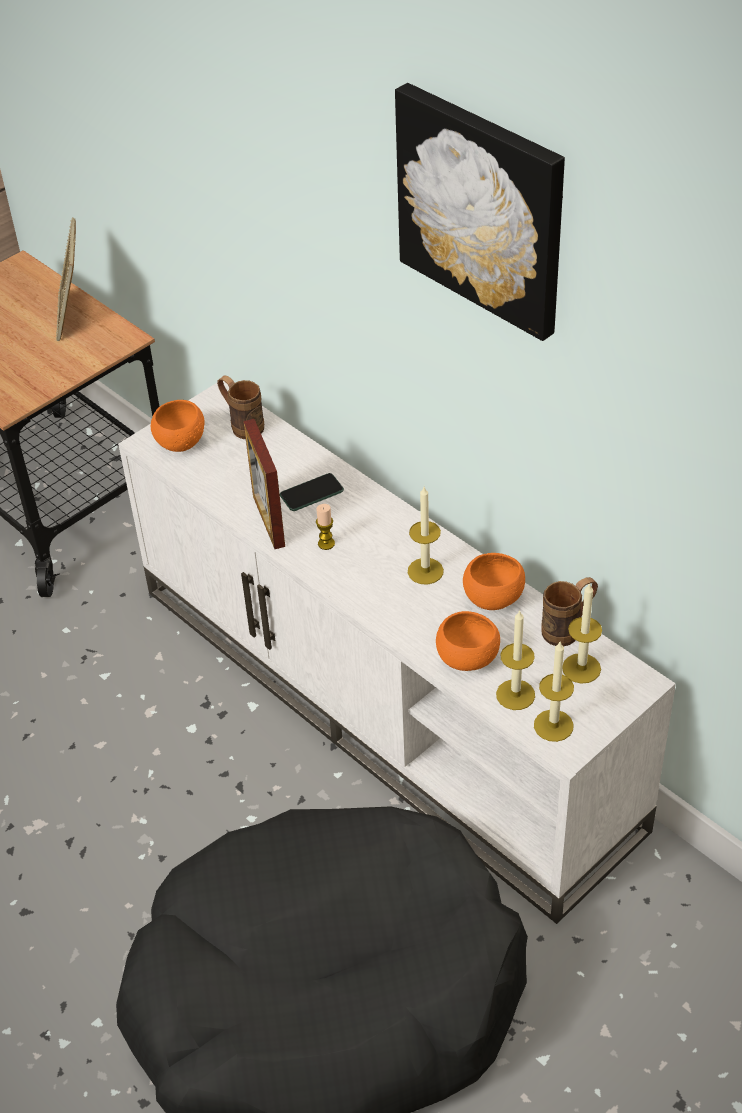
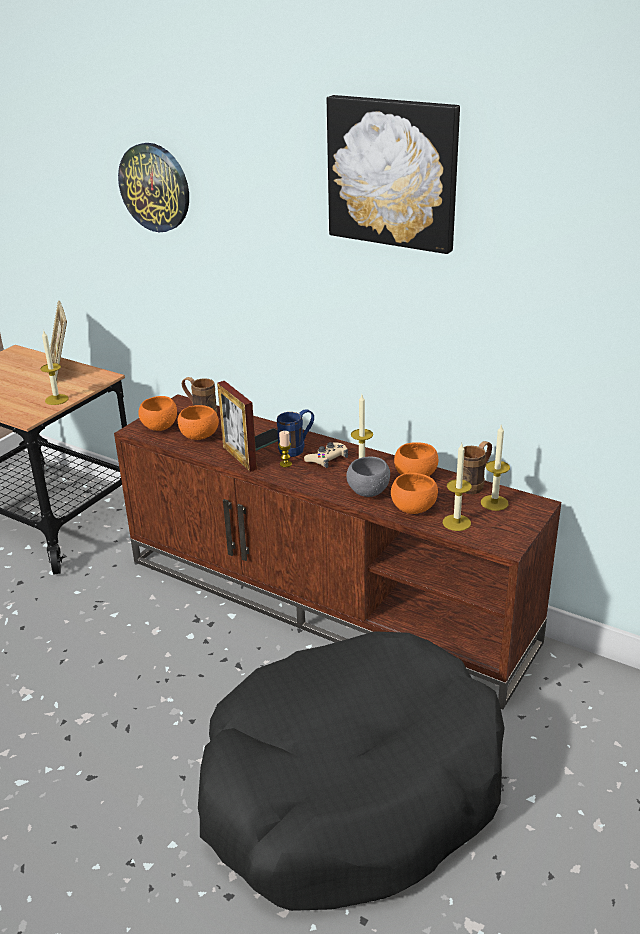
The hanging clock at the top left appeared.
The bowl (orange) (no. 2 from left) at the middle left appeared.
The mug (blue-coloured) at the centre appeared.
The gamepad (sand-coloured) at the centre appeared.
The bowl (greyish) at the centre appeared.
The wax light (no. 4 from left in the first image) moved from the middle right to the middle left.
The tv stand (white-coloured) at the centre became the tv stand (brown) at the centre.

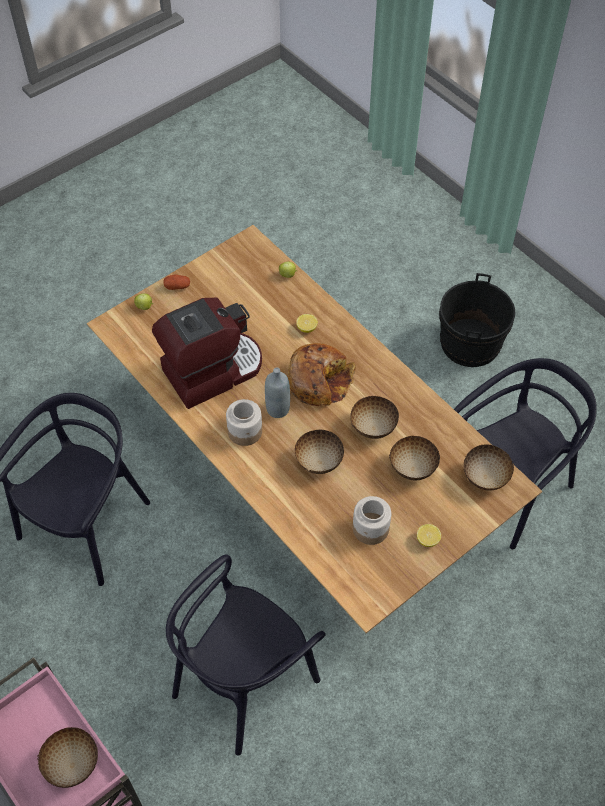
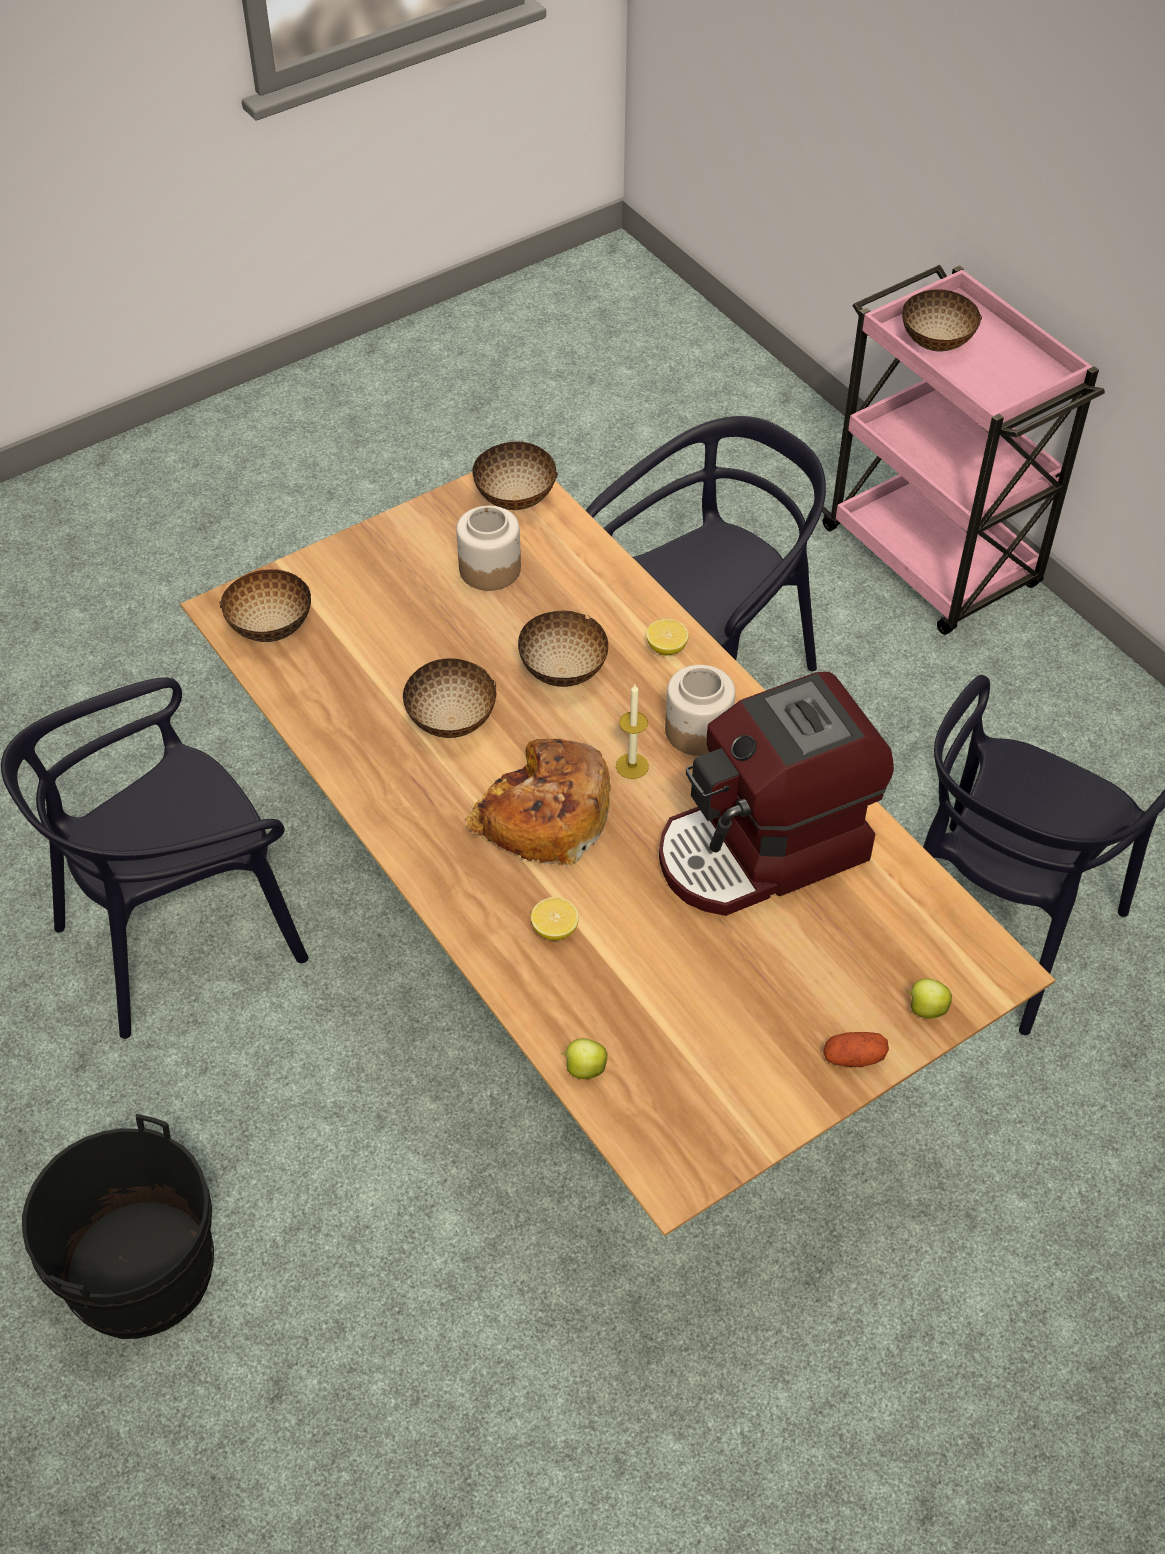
The bowl (no. 4 from left in the first image) moved from the middle right to the top centre.
The lemon (no. 2 from left) moved from the middle right to the centre.
The drink bottle (greyish) at the centre was replaced by the wax light at the centre.

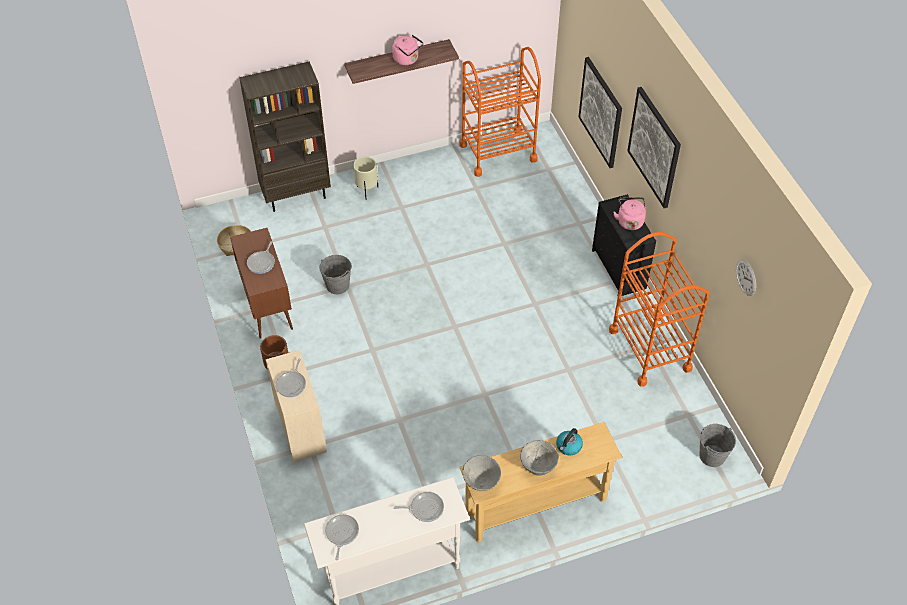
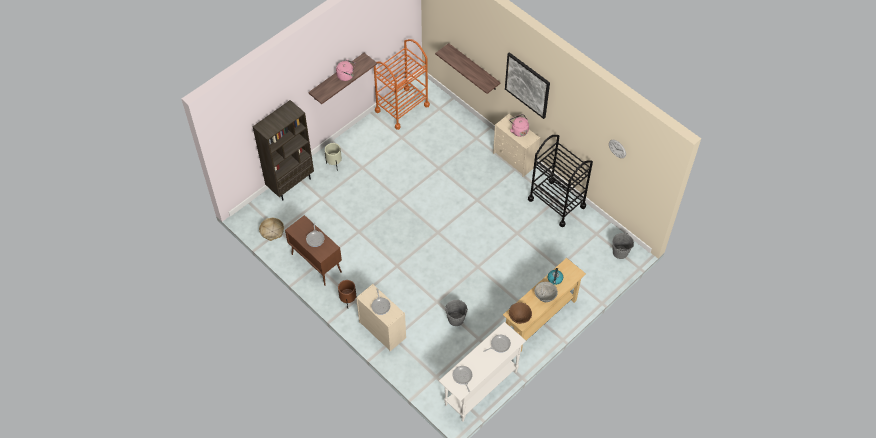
The bucket (greyish) (no. 1 from left) moved from the centre to the bottom centre.
The wall picture (no. 1 from left) at the top centre was replaced by the shelf (no. 2 from left) at the top centre.
The bowl (greyish) (no. 1 from left) at the bottom centre became the bowl (brown) at the bottom centre.
The drawer chest (black-coloured) at the middle right became the drawer chest (sand-coloured) (no. 2 from left) at the top centre.
The trolley (orange) (no. 2 from left) at the middle right became the trolley (black-coloured) at the centre.

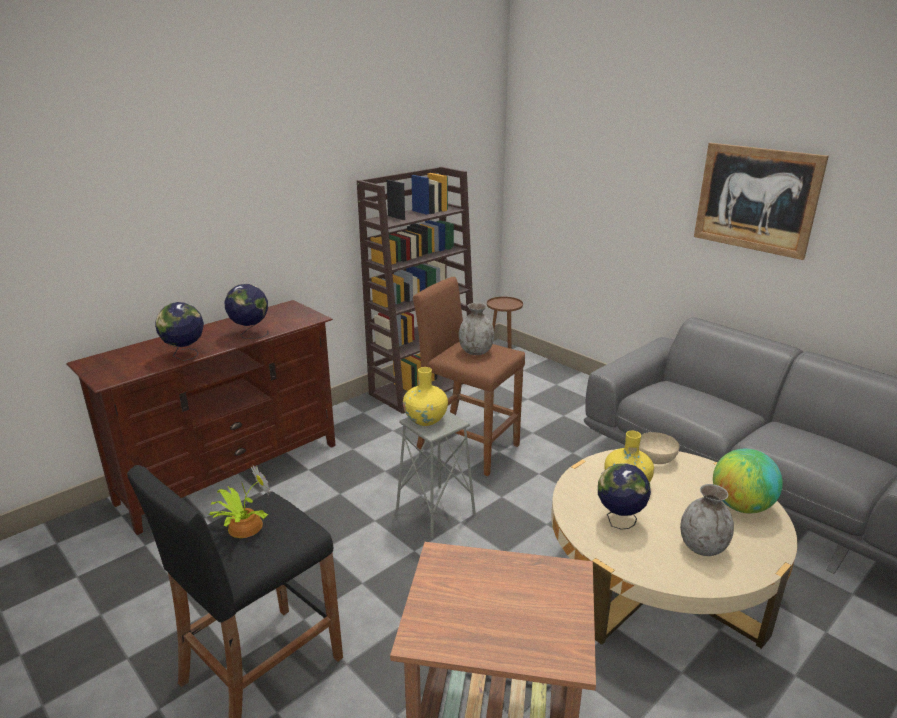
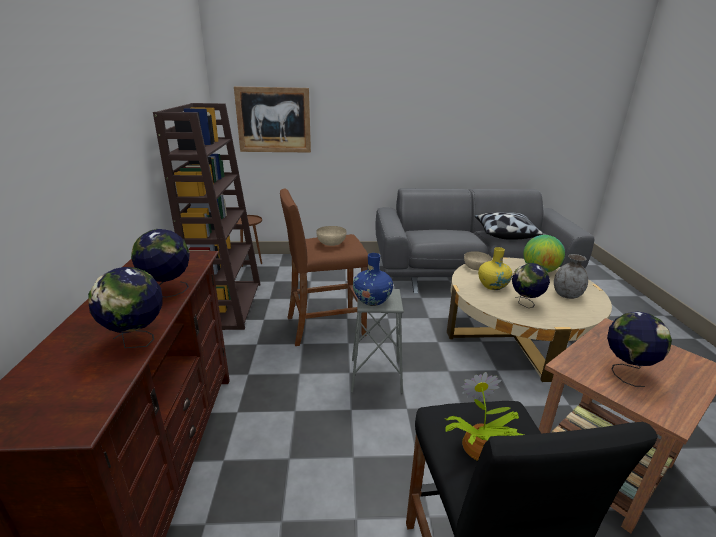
The pillow at the middle right appeared.
The desk globe (no. 5 from left) at the middle right appeared.
The wall picture moved from the top right to the top centre.
The flower vase (greyish) (no. 1 from left) at the centre was replaced by the bowl (sand-coloured) (no. 1 from left) at the centre.
The flower vase (yellowish) (no. 1 from left) at the centre became the flower vase (blue-coloured) at the centre.

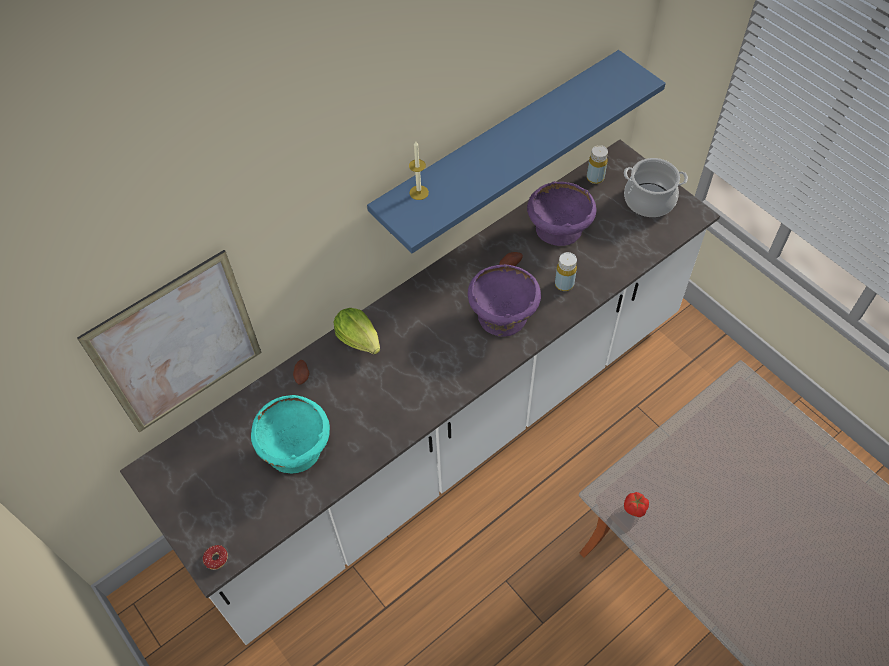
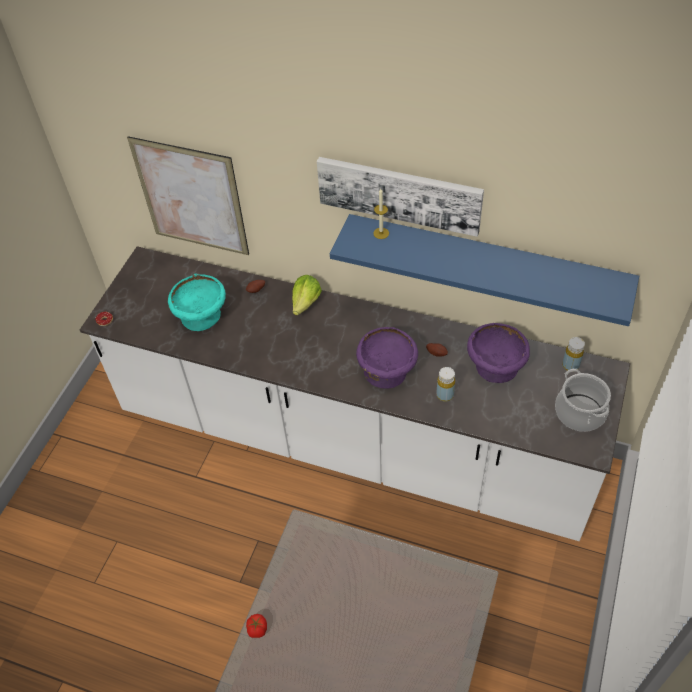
The wall picture (no. 2 from left) at the top centre appeared.
The tomato moved from the bottom right to the bottom centre.

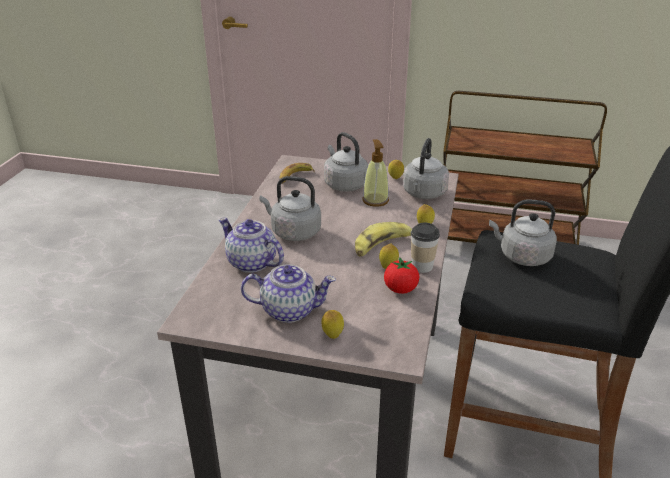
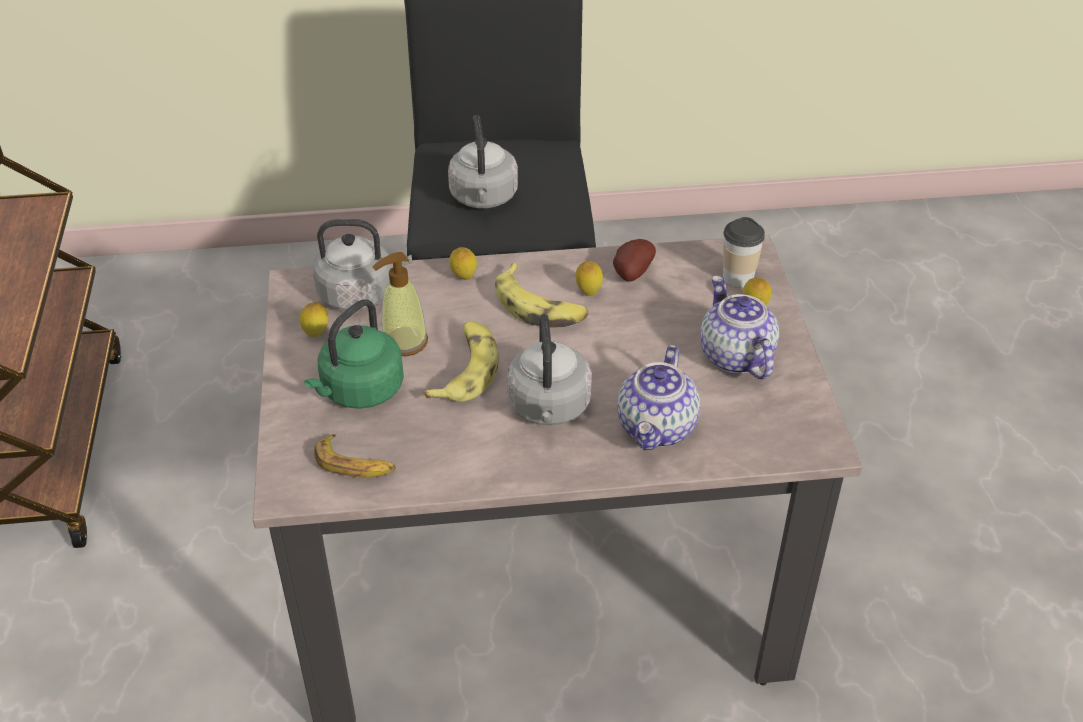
The banana fruit (no. 2 from left) at the centre appeared.
The drinking cup moved from the centre to the middle right.
The tomato at the centre was replaced by the whole potato at the centre.
The water kettle (greyish) (no. 2 from left) at the centre became the water kettle (greenish) at the middle left.

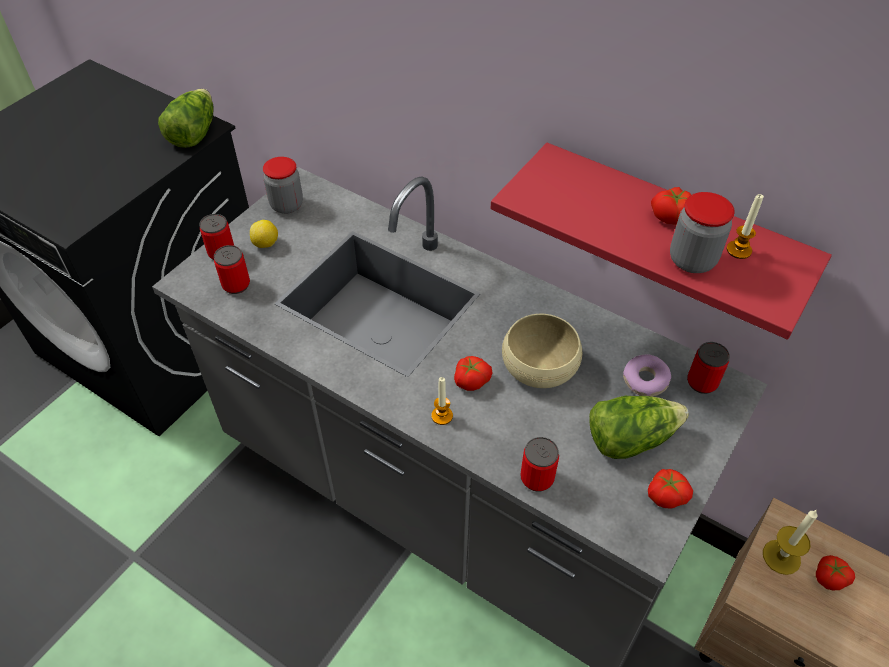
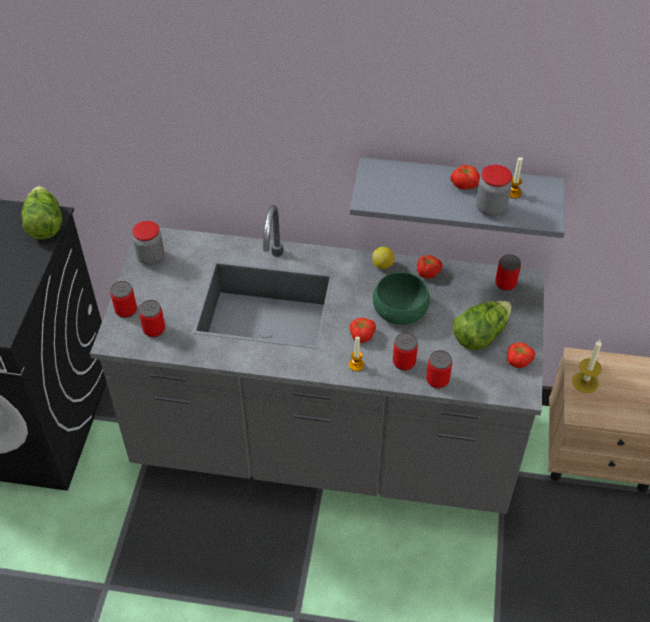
The ring doughnut at the middle right disappeared.
The metal can (no. 3 from left) at the centre appeared.
The lemon moved from the middle left to the centre.
The tomato (no. 4 from left in the first image) moved from the bottom right to the centre.
The shelf (reddish) at the middle right became the shelf (greyish) at the top right.
The bowl (sand-coloured) at the centre became the bowl (greenish) at the centre.

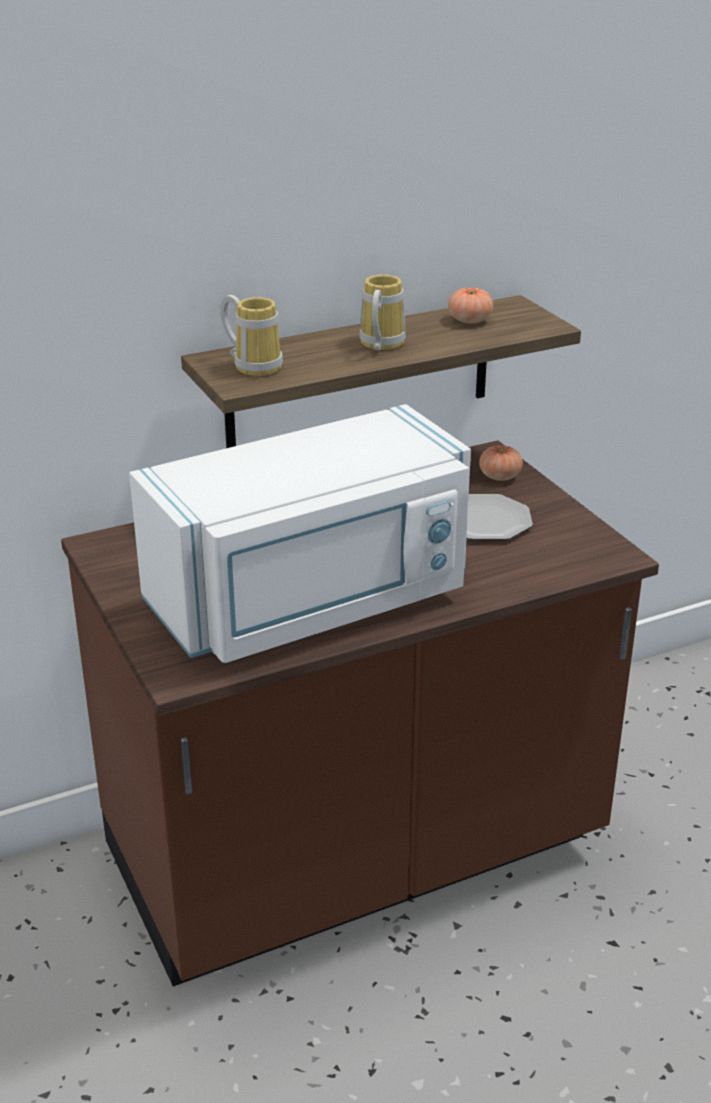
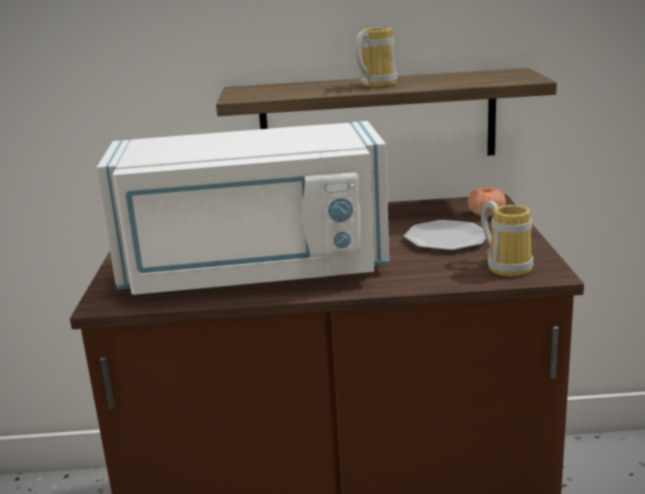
The tomato (no. 1 from left) at the top centre disappeared.
The mug (no. 1 from left in the first image) moved from the top centre to the middle right.

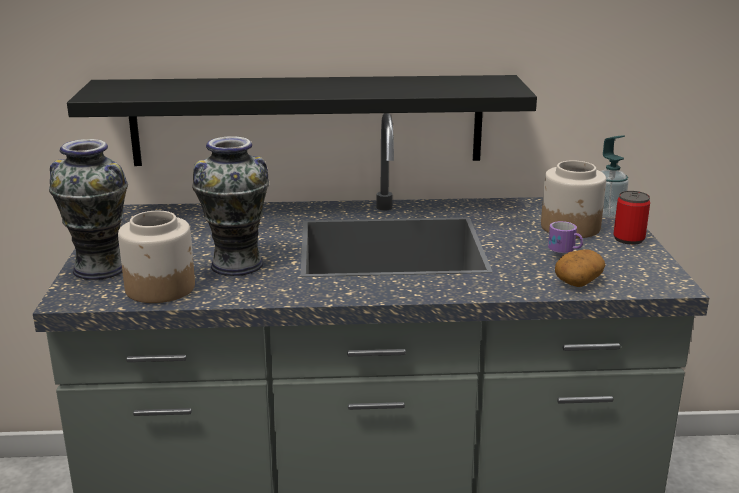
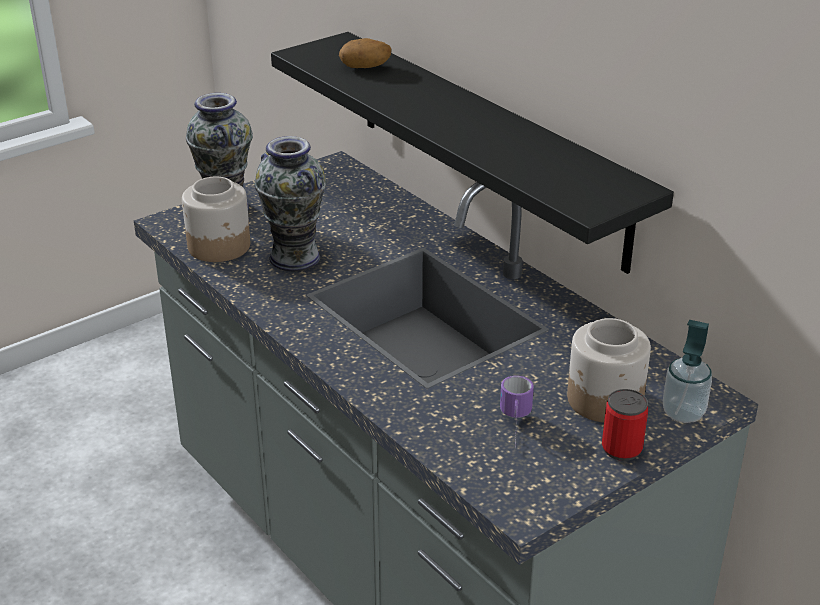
The whole potato moved from the middle right to the top centre.

